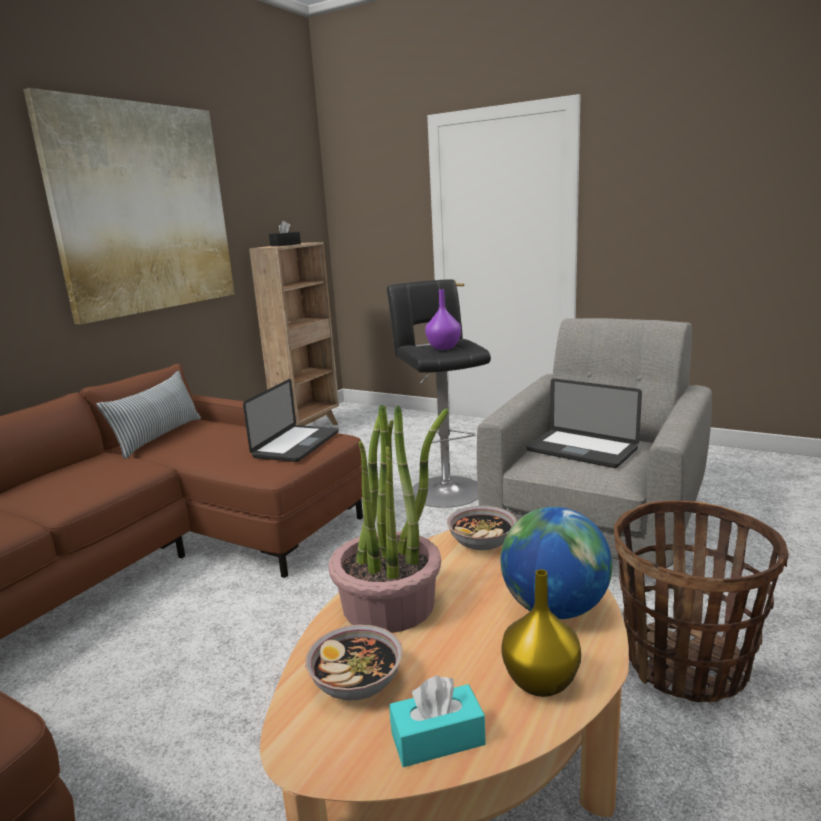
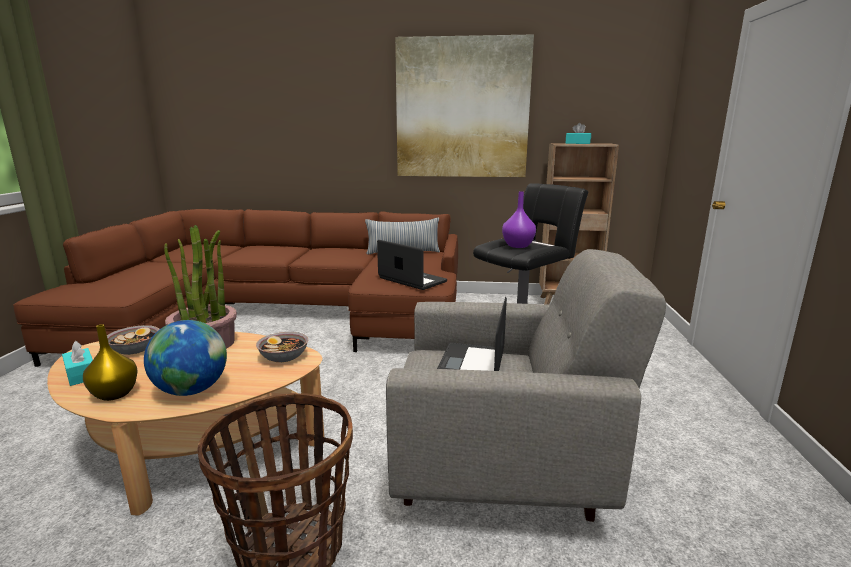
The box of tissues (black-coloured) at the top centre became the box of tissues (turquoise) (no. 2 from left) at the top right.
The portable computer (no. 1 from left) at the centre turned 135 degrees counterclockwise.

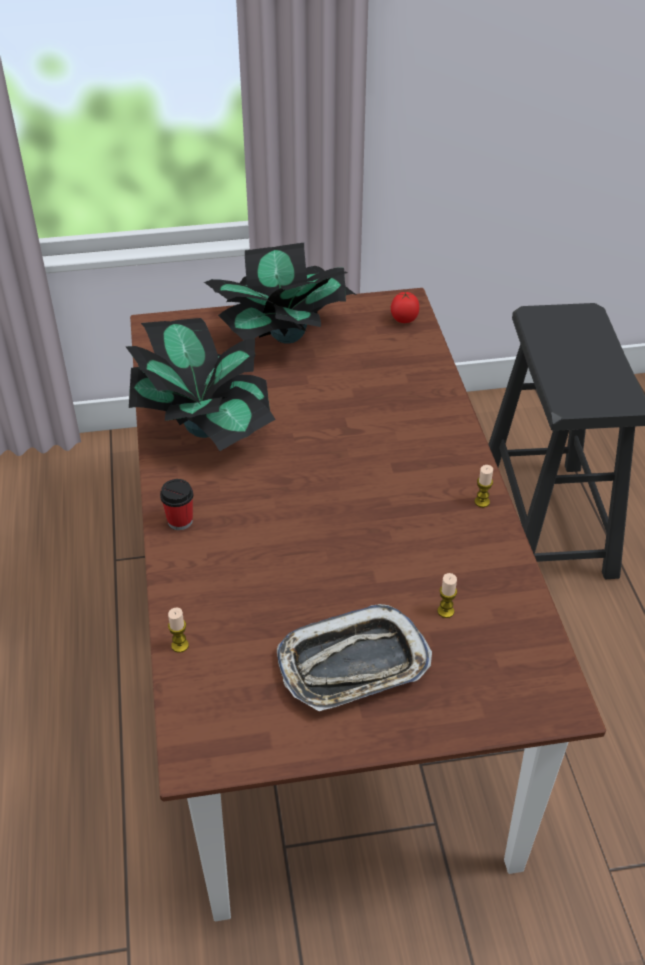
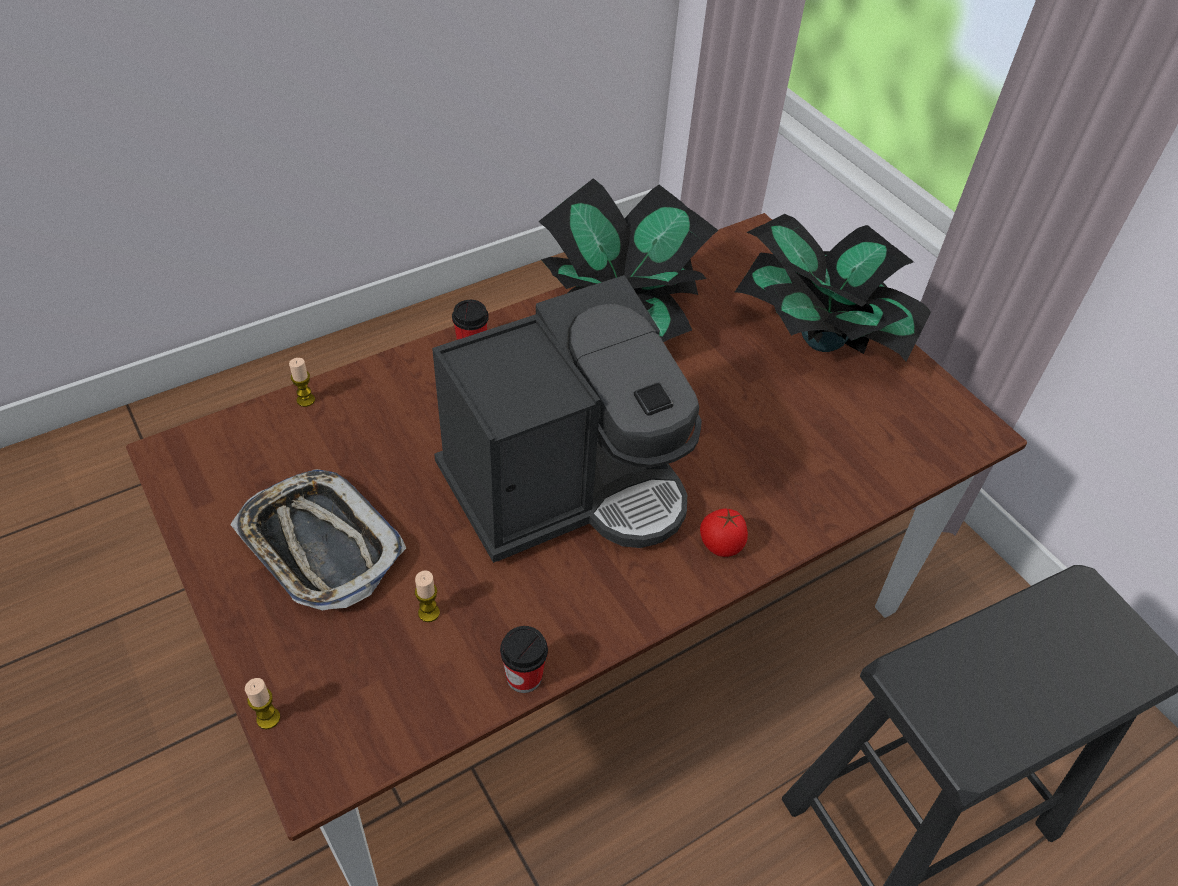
The coffee maker at the centre appeared.
The drinking cup (no. 2 from left) at the bottom centre appeared.
The tomato moved from the top centre to the centre.
The wax light (no. 3 from left in the first image) moved from the middle right to the bottom left.

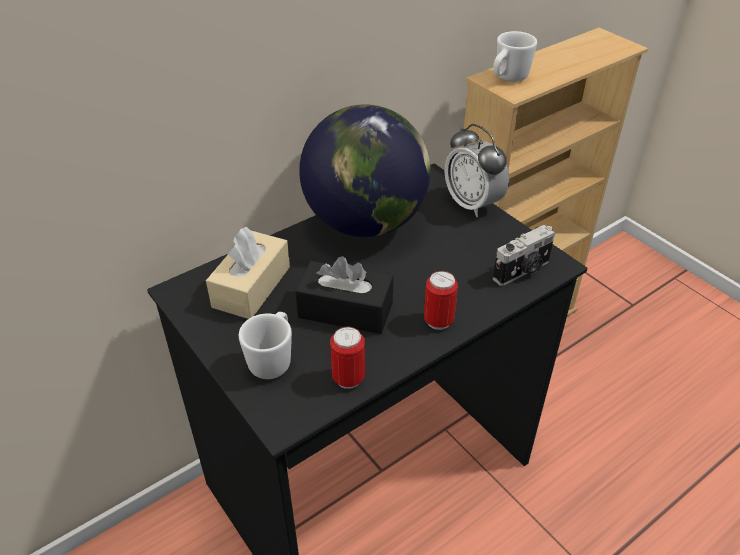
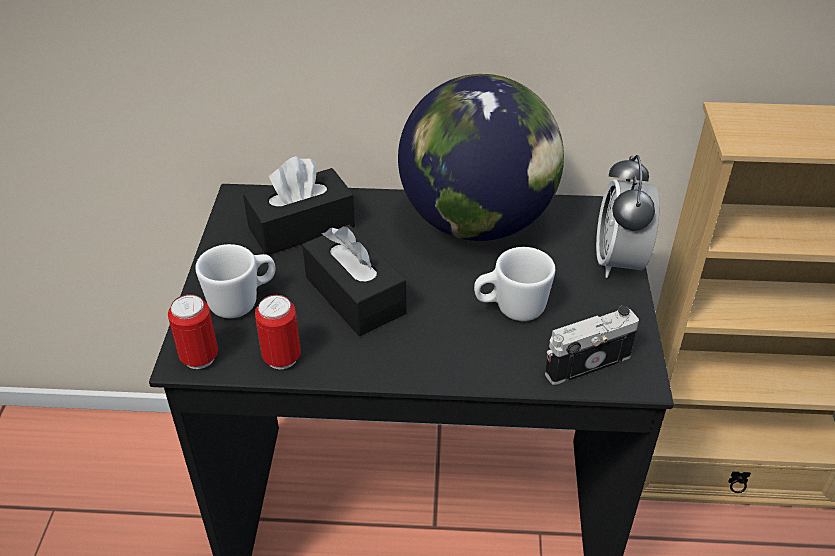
The metal can (no. 2 from left in the first image) moved from the centre to the middle left.
The mug (white-coloured) (no. 2 from left) moved from the top right to the centre.
The box of tissues (sand-coloured) at the centre became the box of tissues (black-coloured) (no. 1 from left) at the centre.
The photo camera at the middle right turned 150 degrees clockwise.

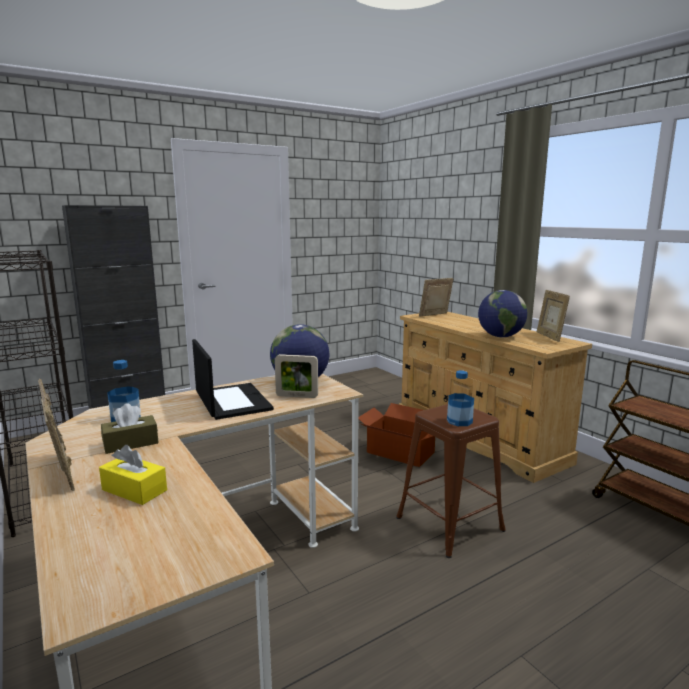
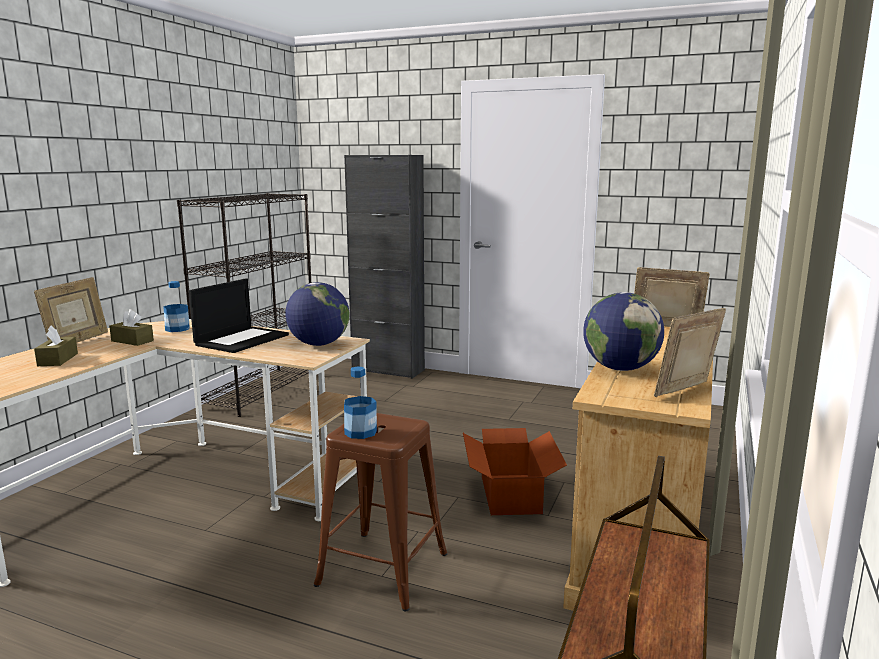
The standing frame (no. 2 from left) at the centre disappeared.
The box of tissues (yellowish) at the bottom left became the box of tissues (brown) (no. 1 from left) at the middle left.

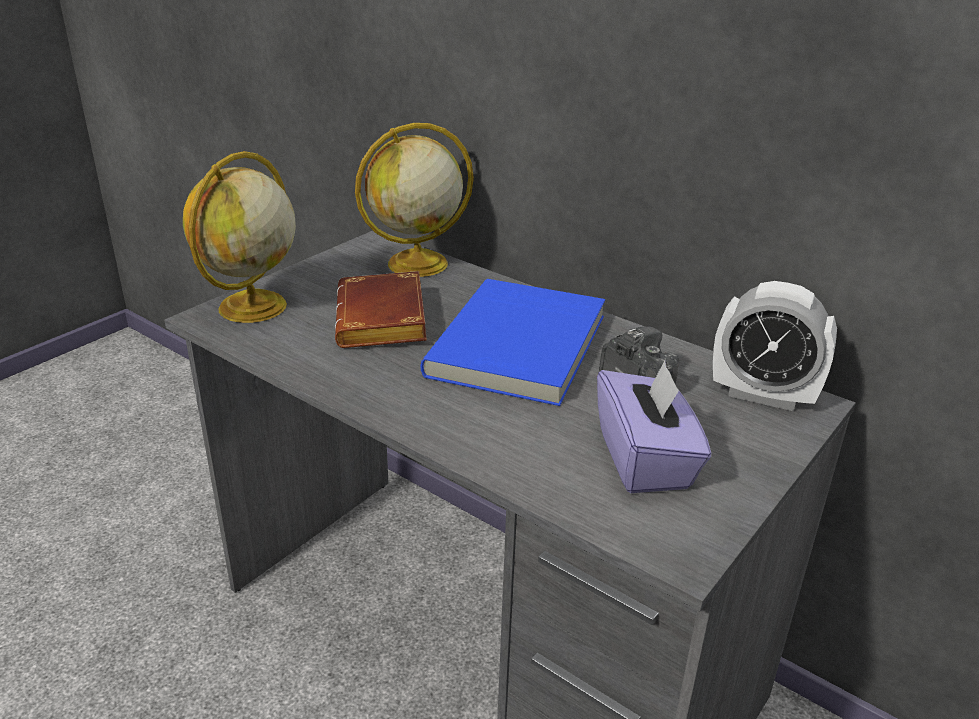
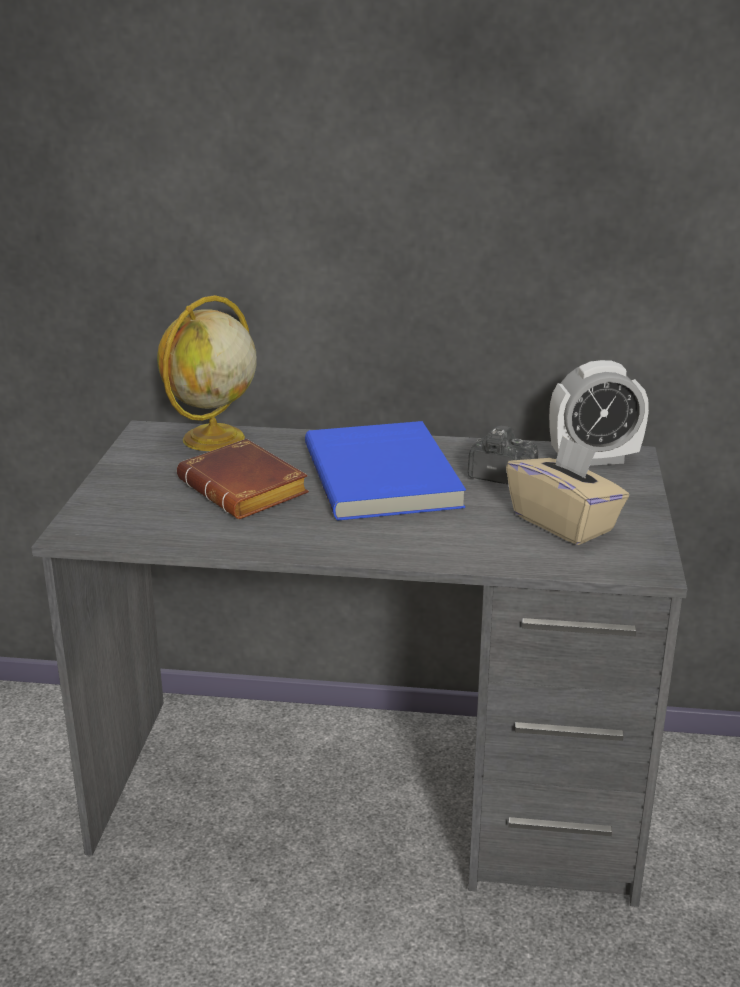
The desk globe (no. 1 from left) at the top left disappeared.
The box of tissues (purple-coloured) at the middle right became the box of tissues (sand-coloured) at the middle right.

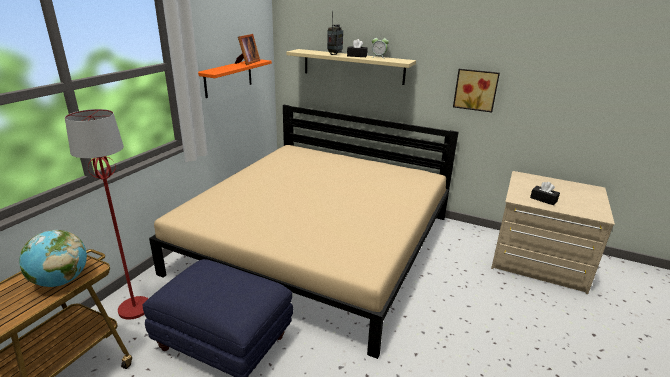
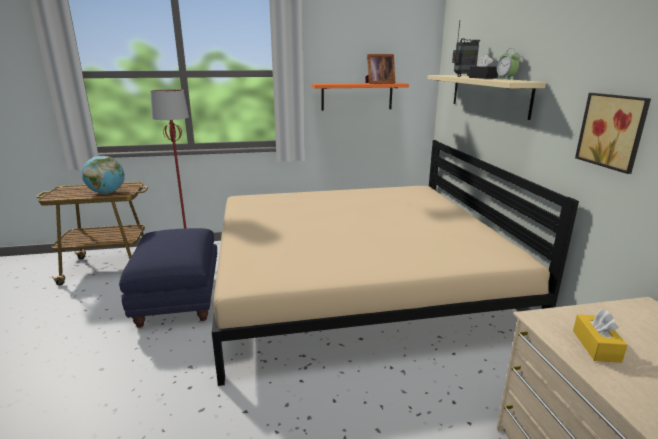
The box of tissues (black-coloured) (no. 2 from left) at the middle right became the box of tissues (yellowish) at the bottom right.

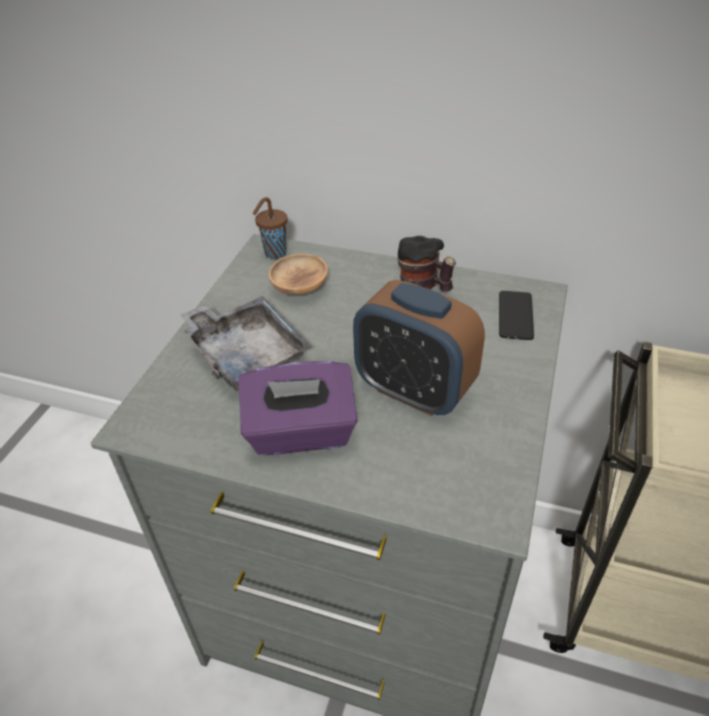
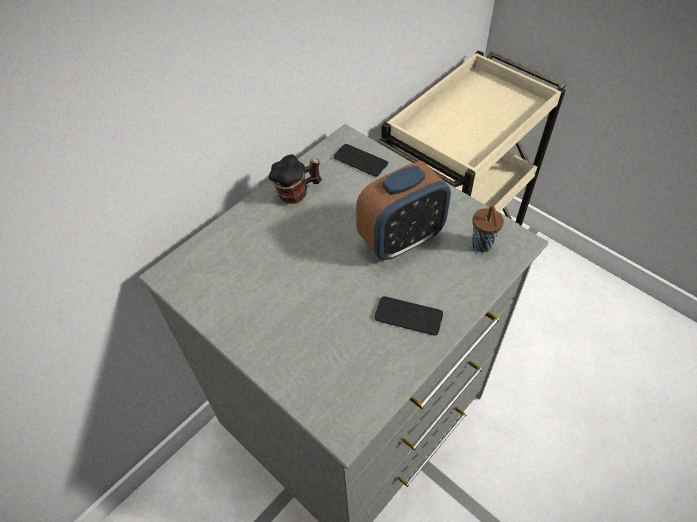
The tray (greyish) at the centre disappeared.
The bowl (brown) at the centre disappeared.
The drinking cup (brown) moved from the top centre to the middle right.
The box of tissues (purple-coloured) at the centre was replaced by the telephone (no. 2 from left) at the centre.

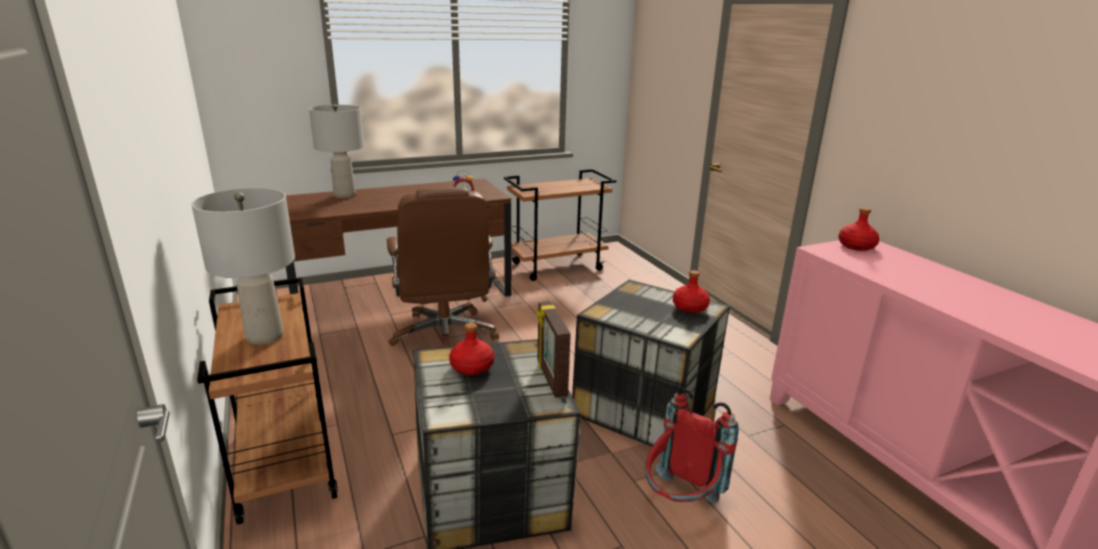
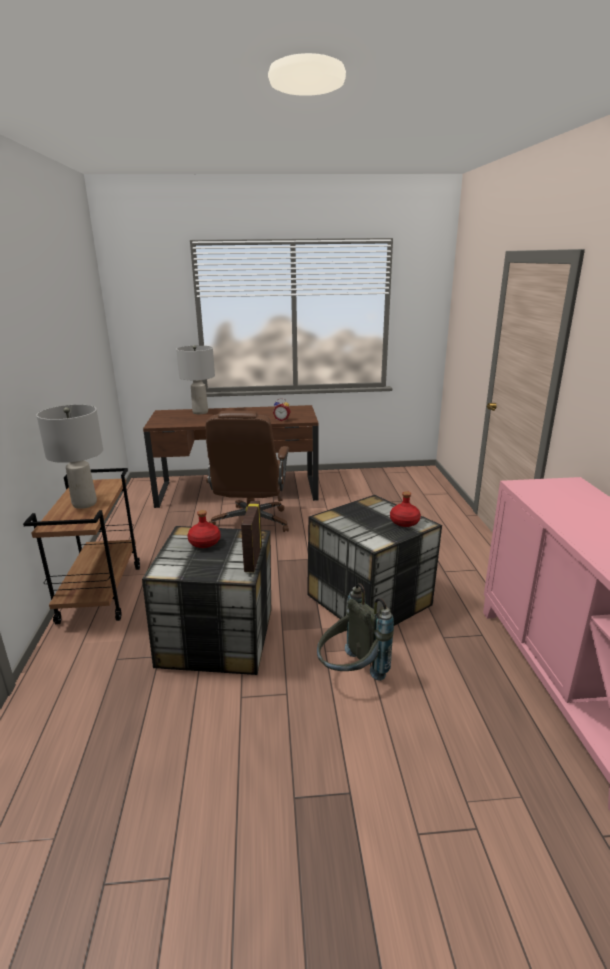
The trolley (brown) (no. 2 from left) at the centre disappeared.
The drink bottle (reddish) (no. 3 from left) at the middle right disappeared.
The backpack (reddish) at the bottom centre became the backpack (greyish) at the centre.

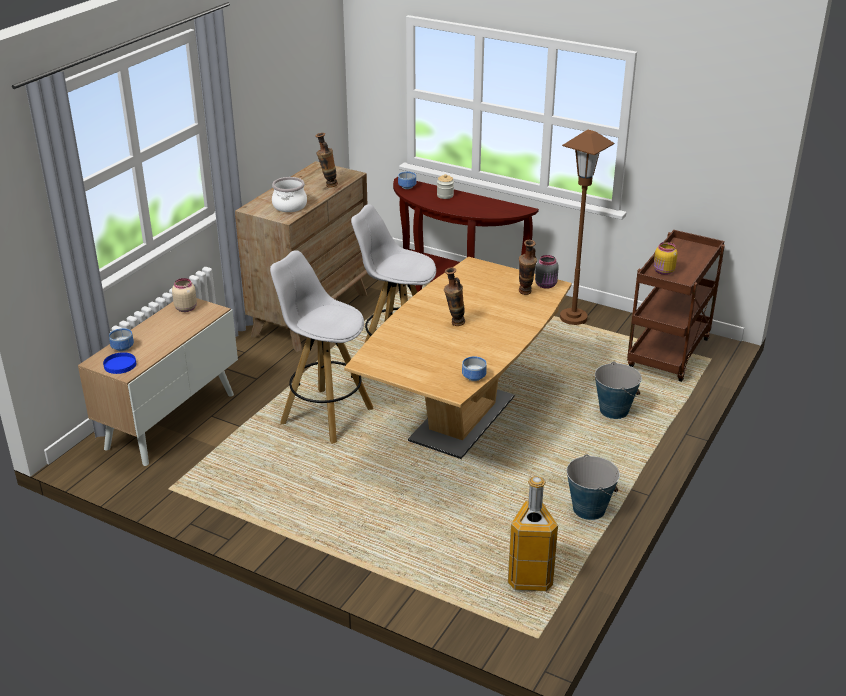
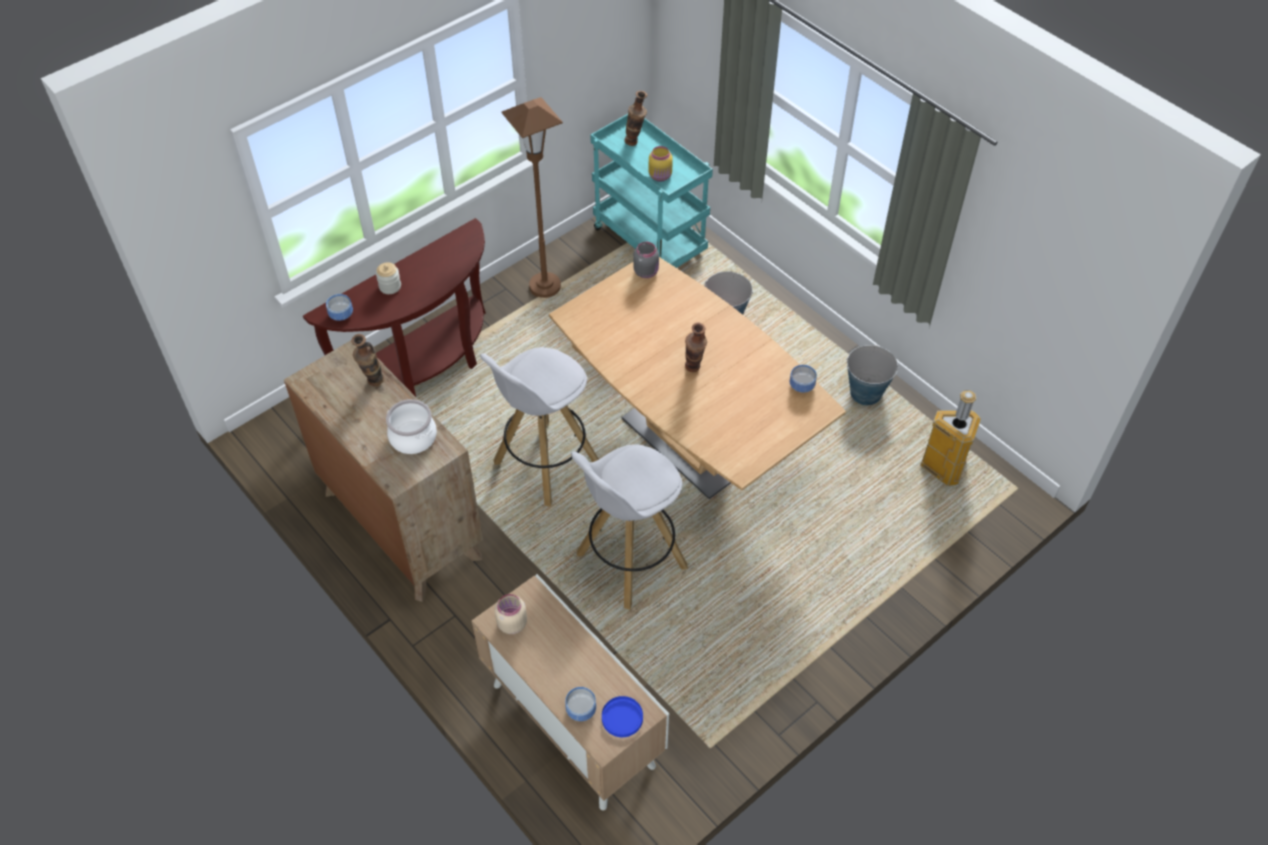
The flower vase (no. 3 from left in the first image) moved from the centre to the top centre.
The trolley (brown) at the middle right became the trolley (turquoise) at the top centre.

